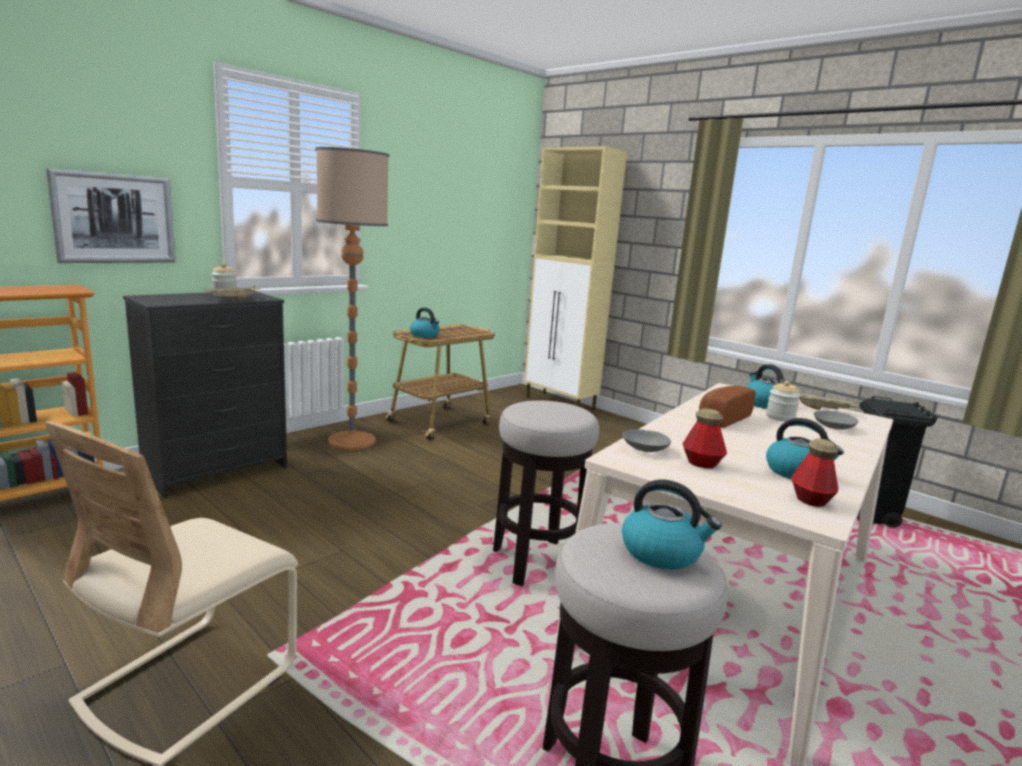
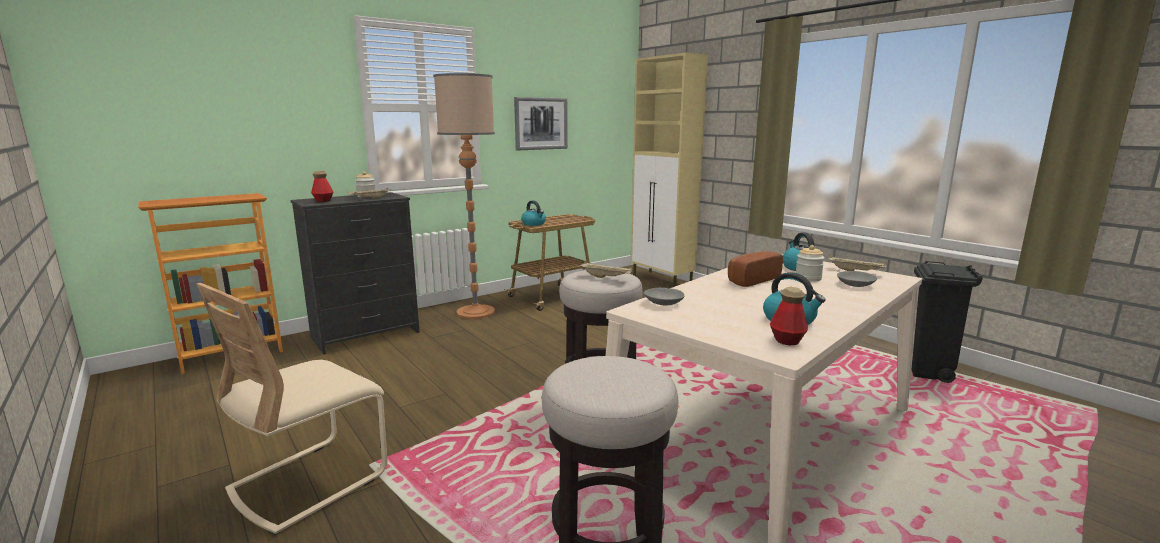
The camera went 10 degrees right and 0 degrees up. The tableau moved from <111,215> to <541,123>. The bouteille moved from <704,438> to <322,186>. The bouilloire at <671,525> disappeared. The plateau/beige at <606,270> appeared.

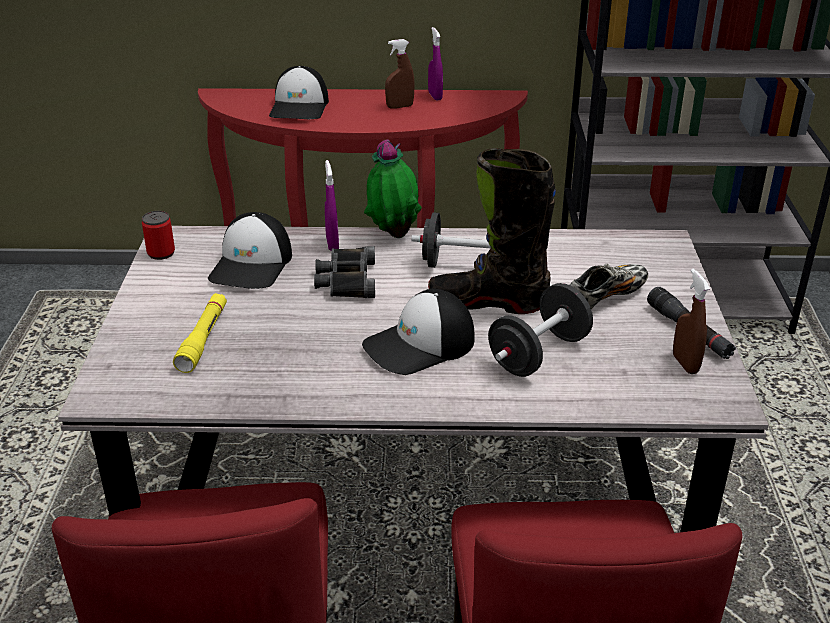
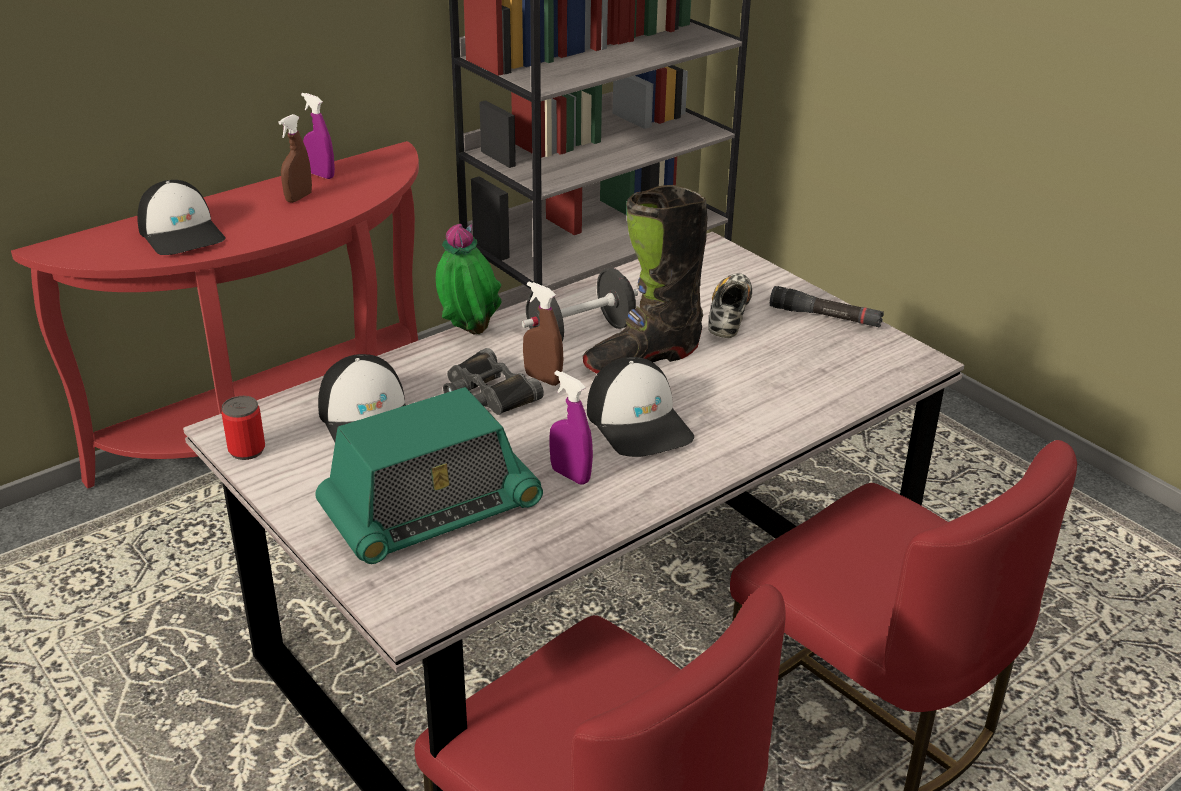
The camera went 40 degrees left and 0 degrees up. The vaporisateur/violet moved from <332,205> to <571,427>. The vaporisateur/marron moved from <691,321> to <543,333>. The haltère/noir at <540,330> disappeared. The casquette at <418,331> turned 45 degrees counterclockwise. The lampe de poche/jaune at <200,333> was replaced by the radio at <429,475>.

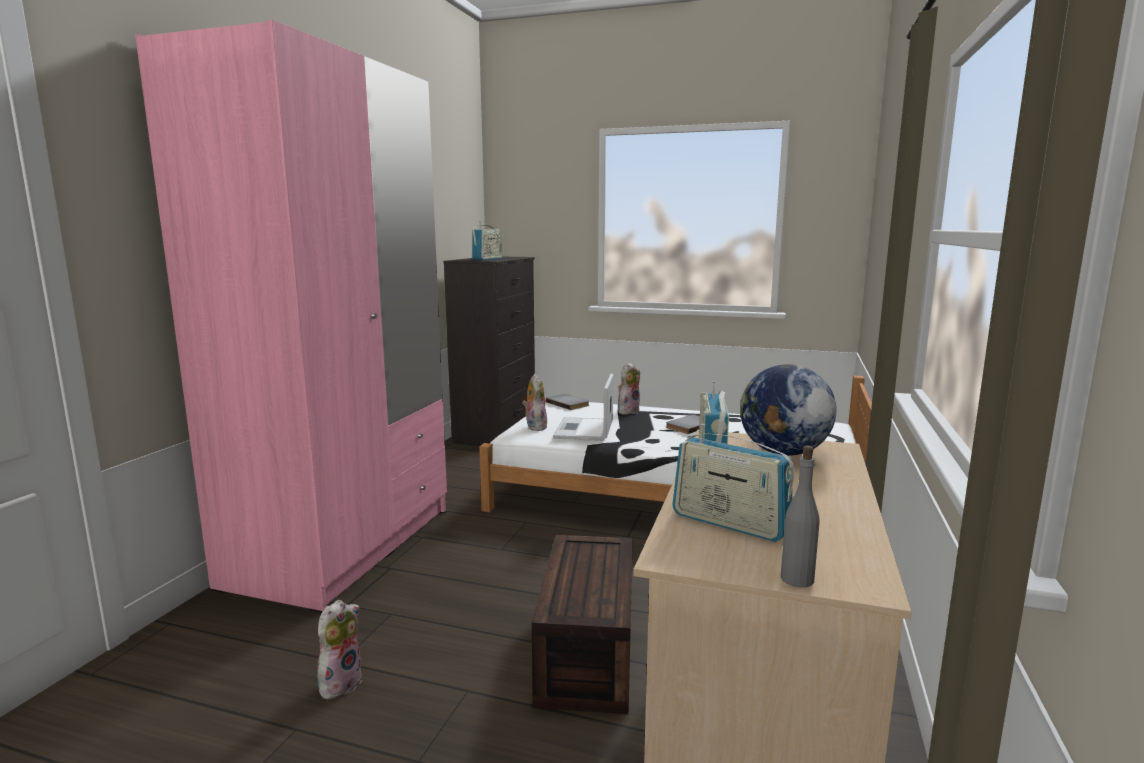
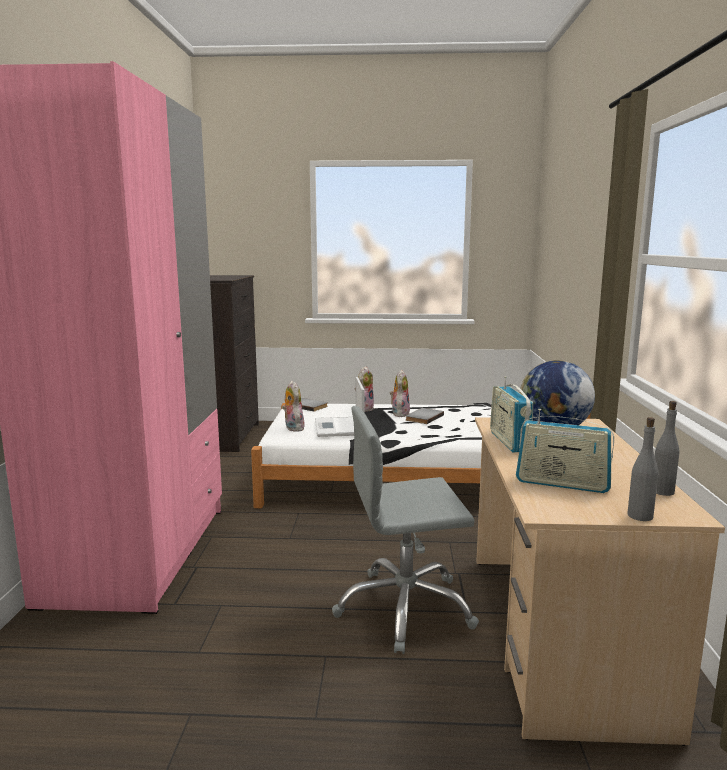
The camera went 15 degrees left and 0 degrees up. The radio at <487,240> disappeared. The boîte de rangement/marron at <582,624> was replaced by the chaise de bureau/gris at <405,530>. The peluche moved from <339,649> to <400,393>. The bouteille/gris at <667,448> appeared.

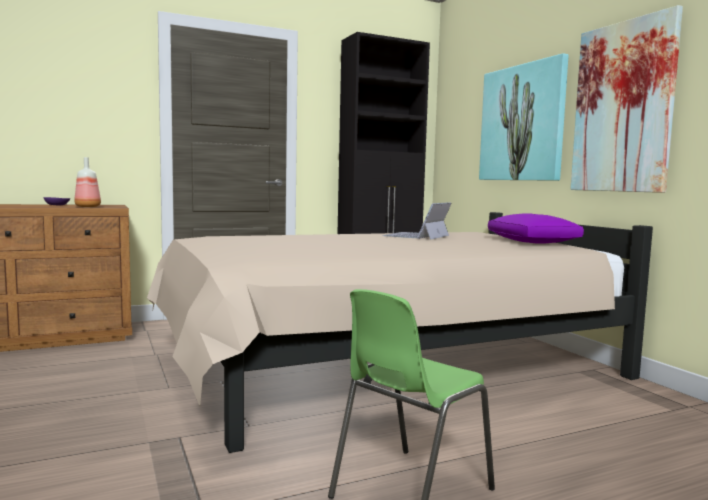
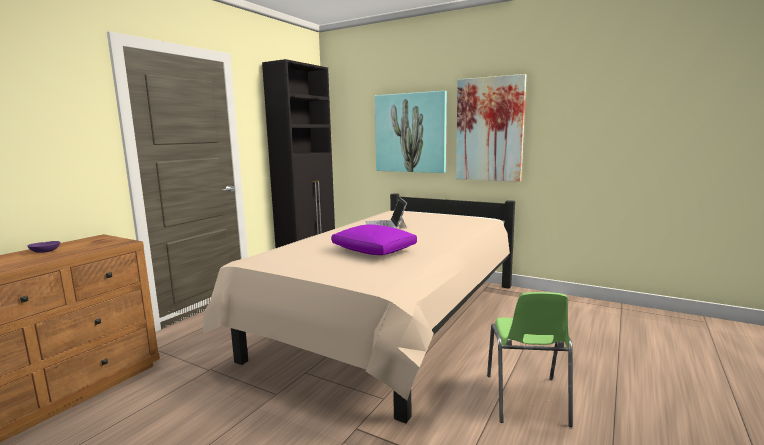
The camera went 35 degrees left and 5 degrees up. The bouteille at <87,182> disappeared. The coussin/violet moved from <536,229> to <374,239>.

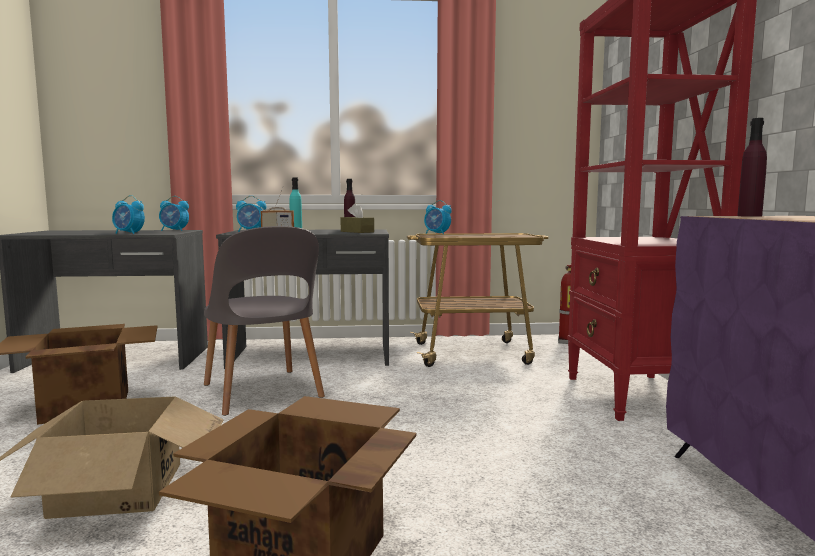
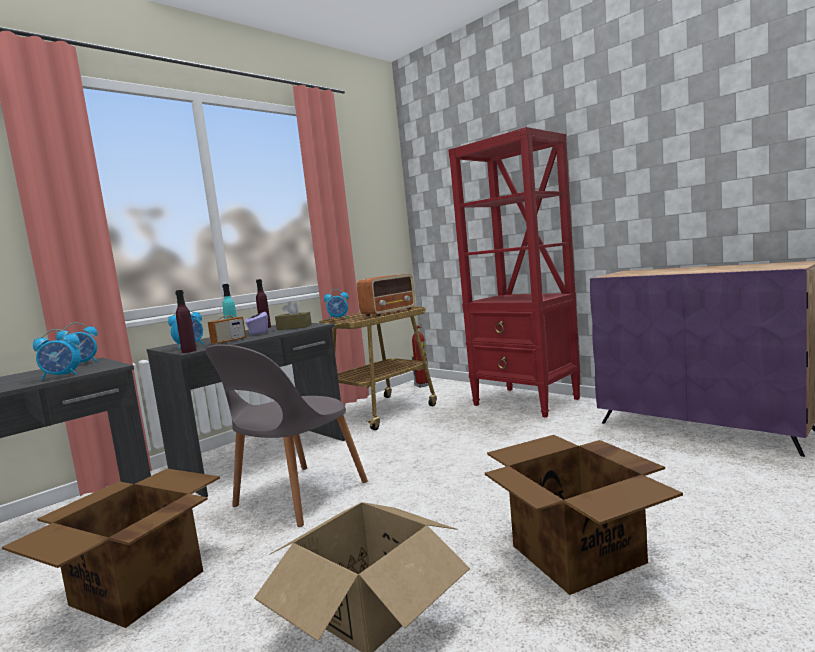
The camera went 40 degrees left and 0 degrees up. The bouteille/violet moved from <752,167> to <186,321>. The chaise/gris at <264,321> turned 105 degrees clockwise. The radio at <386,295> appeared. The boîte à mouchoirs/violet at <256,321> appeared.

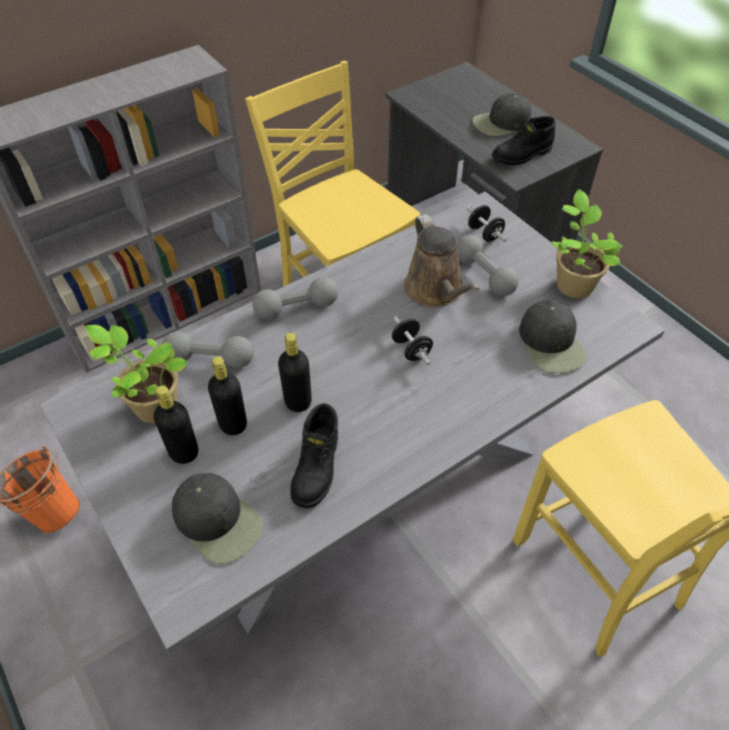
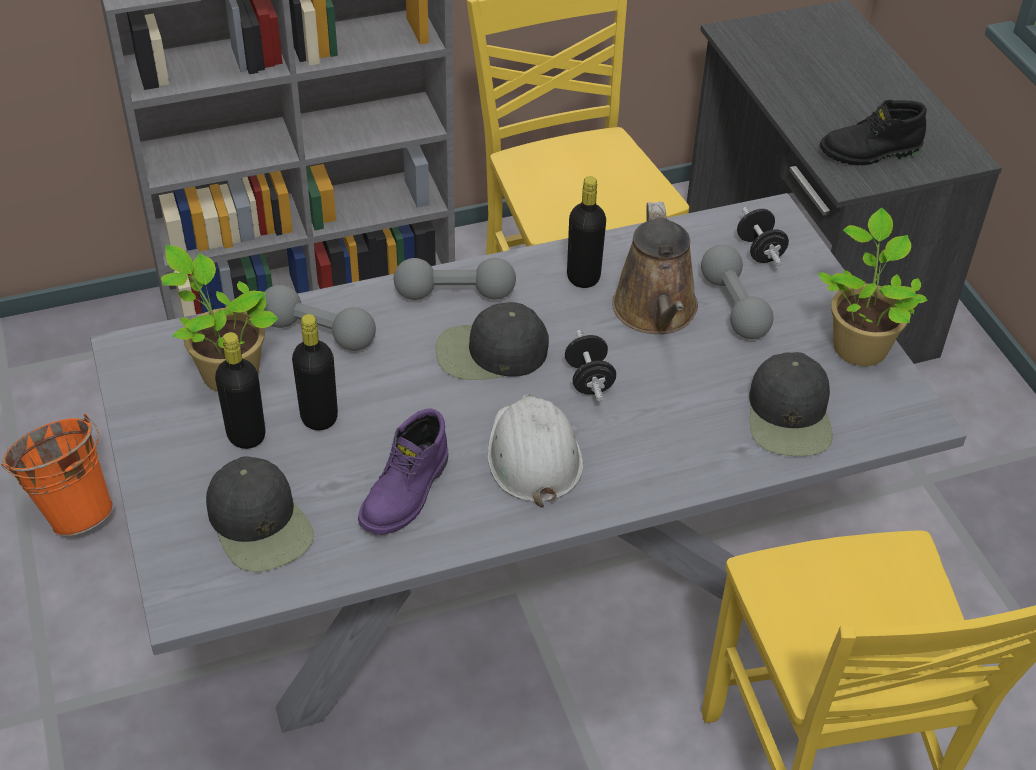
The camera went 15 degrees right and 5 degrees down. The casquette/noir moved from <502,114> to <492,341>. The bouteille/noir moved from <295,372> to <586,232>. The botte/noir at <314,455> became the botte/violet at <403,471>. The casque de chantier/blanc at <535,451> appeared.

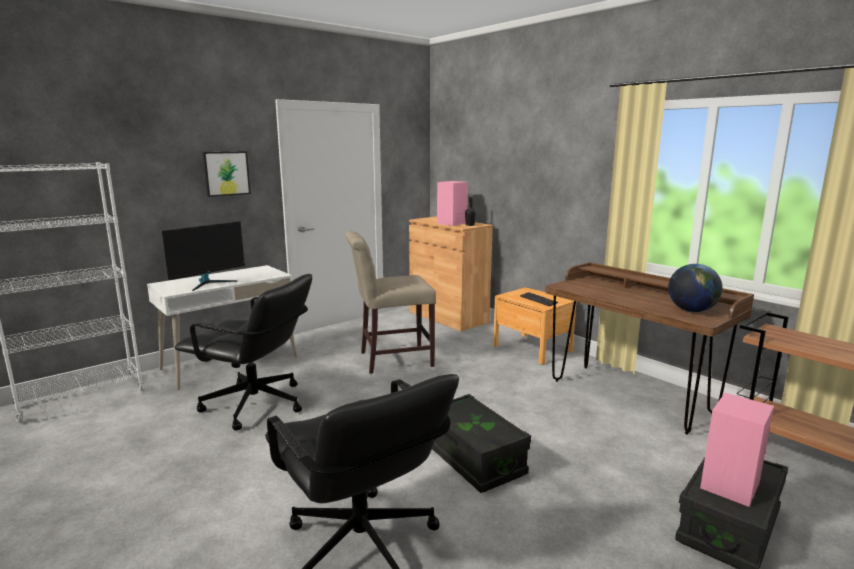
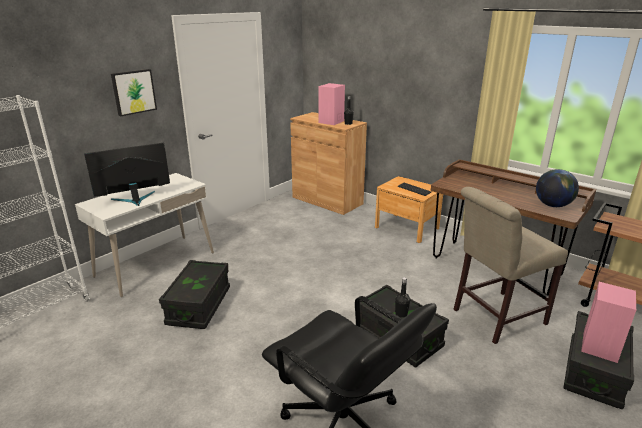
The camera went 10 degrees left and 10 degrees up. The écran d'ordinateur at <203,256> turned 150 degrees counterclockwise. The chaise/beige moved from <390,302> to <511,265>. The chaise de bureau/noir at <243,352> was replaced by the boîte de rangement/noir at <194,294>. The bouteille/noir at <402,297> appeared.

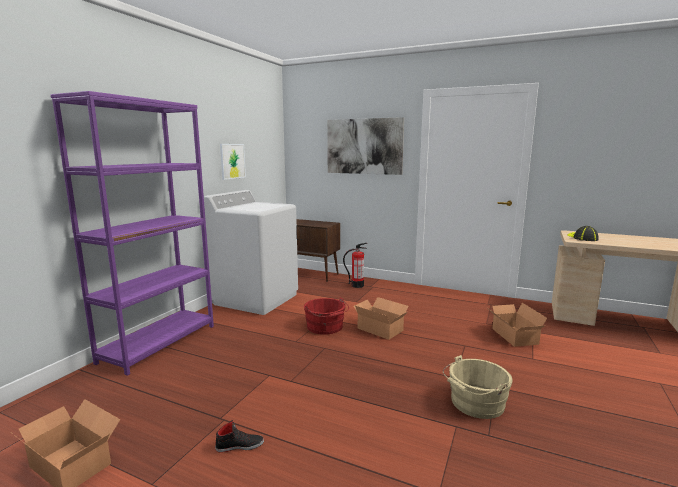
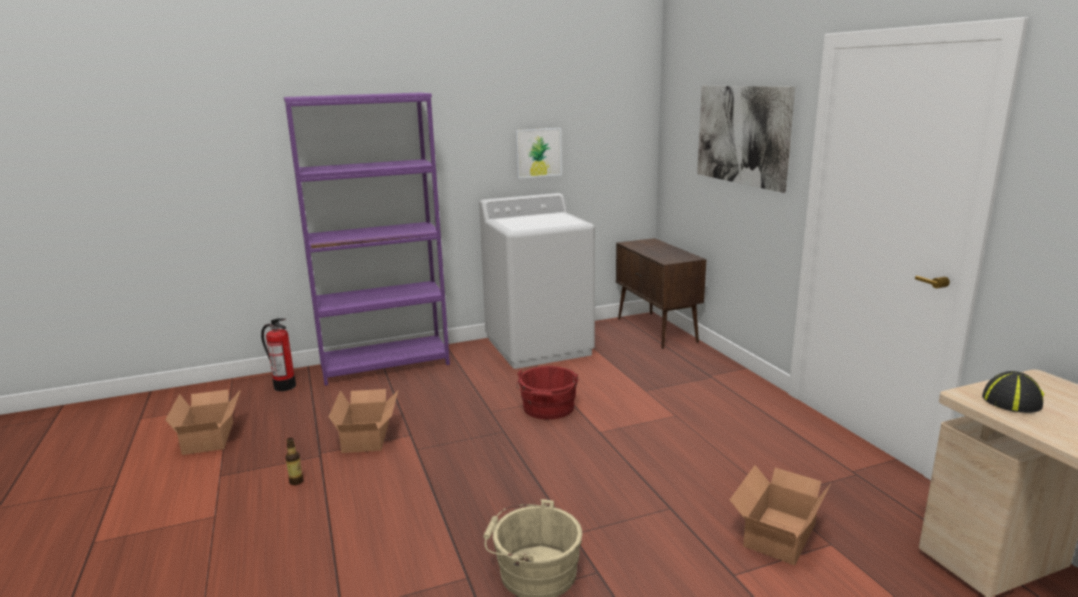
The camera went 45 degrees right and 5 degrees up. The extincteur moved from <355,265> to <278,354>. The carton moved from <381,318> to <363,421>. The chaussure/noir at <239,436> was replaced by the bouteille at <294,461>.

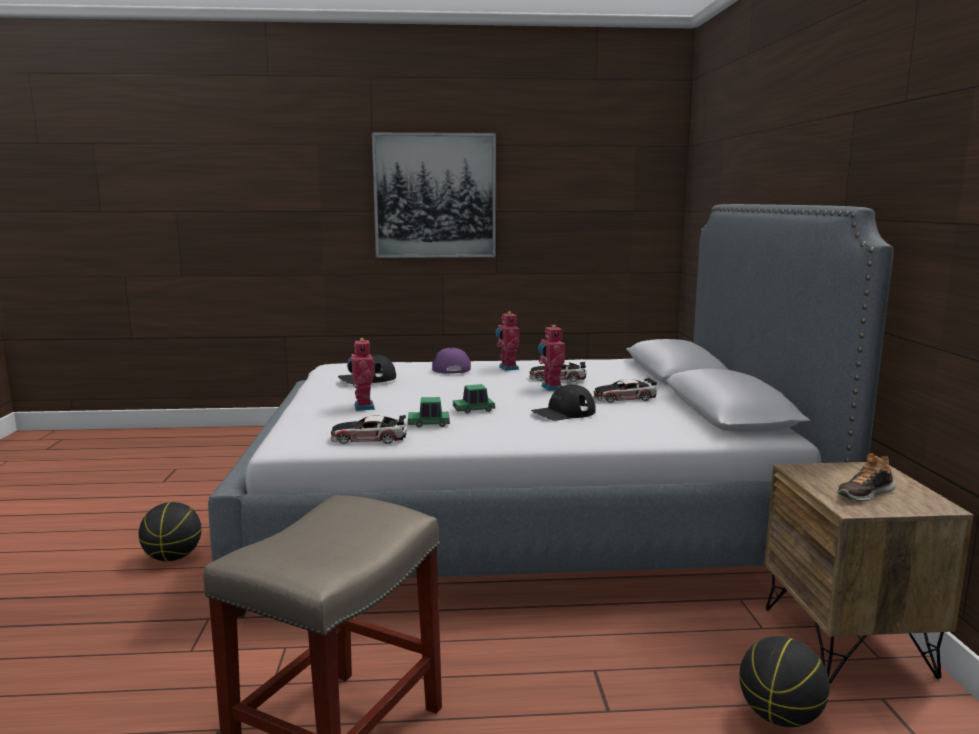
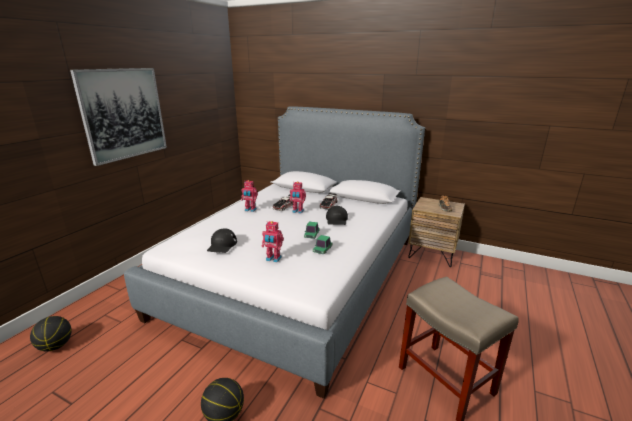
The camera went 60 degrees left and 10 degrees up. The casquette/violet at <451,361> disappeared. The petite voiture at <369,429> disappeared. The ballon de basket moved from <784,681> to <51,333>.

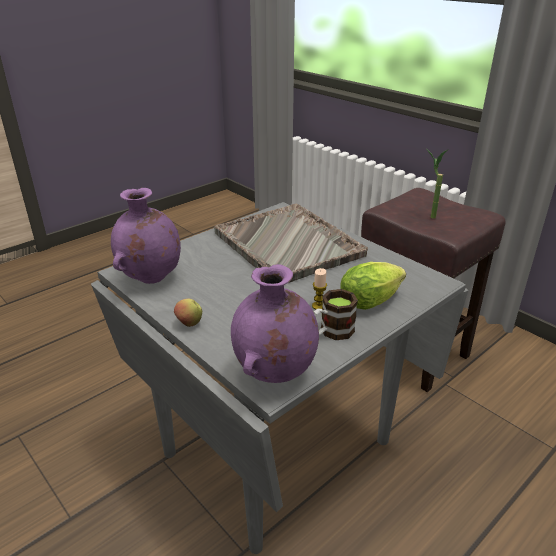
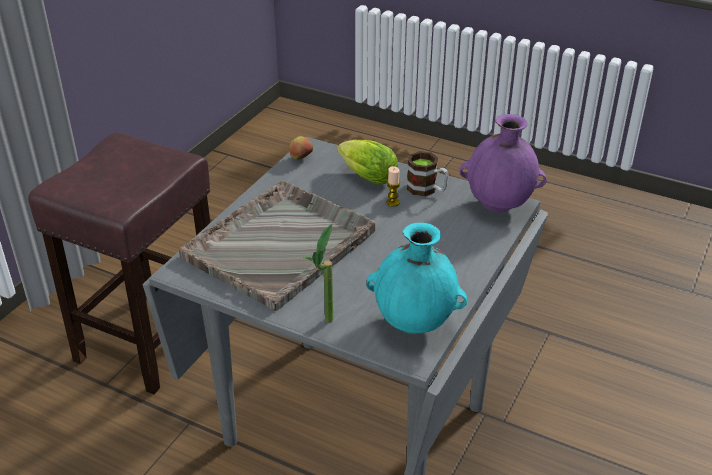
The camera went 110 degrees left and 5 degrees up. The plante en pot moved from <437,184> to <318,273>. The vase/violet at <146,236> became the vase/turquoise at <416,278>. The pomme moved from <188,313> to <301,148>.

